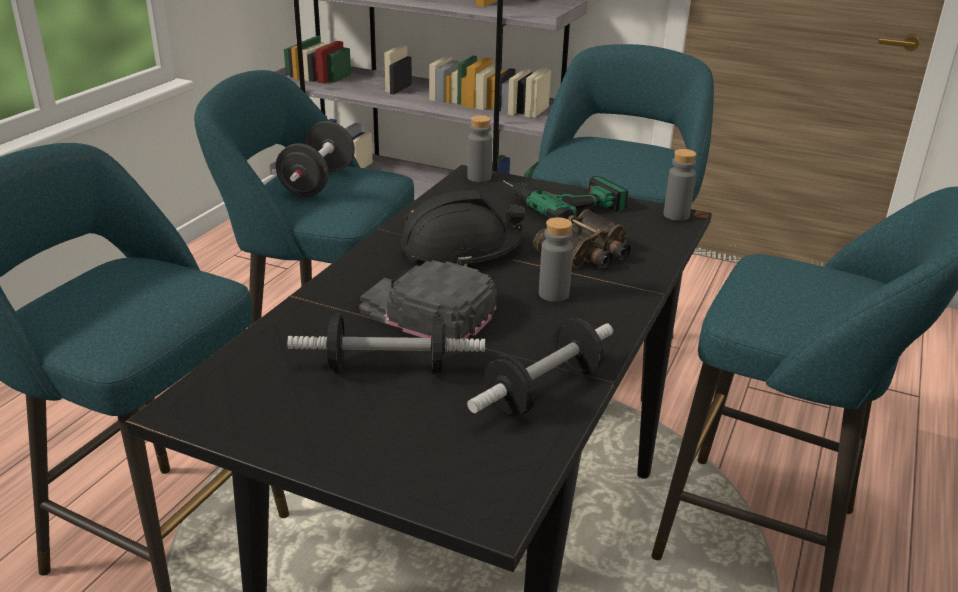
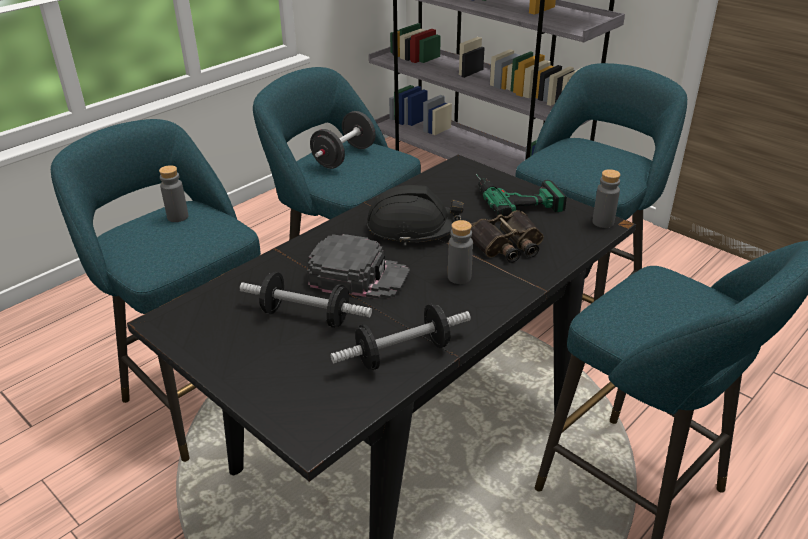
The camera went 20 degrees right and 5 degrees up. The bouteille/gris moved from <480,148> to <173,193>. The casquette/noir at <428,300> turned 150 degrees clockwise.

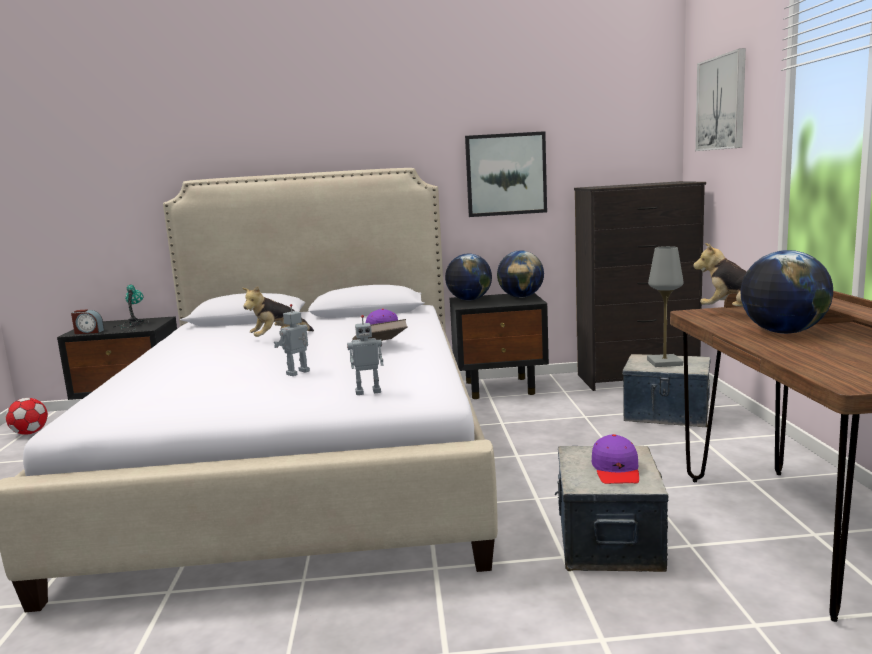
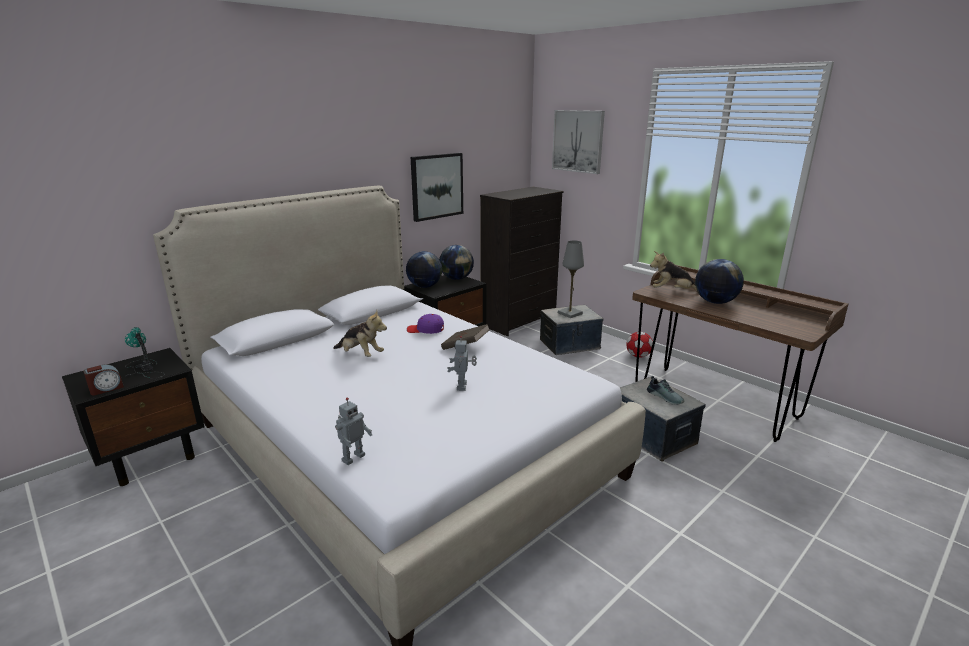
The camera went 40 degrees left and 10 degrees up. The peluche at <278,311> turned 75 degrees counterclockwise. The robot jouet moved from <365,355> to <353,431>. The ballon de foot moved from <27,416> to <639,345>. The casquette/violet at <615,459> was replaced by the chaussure at <665,390>.

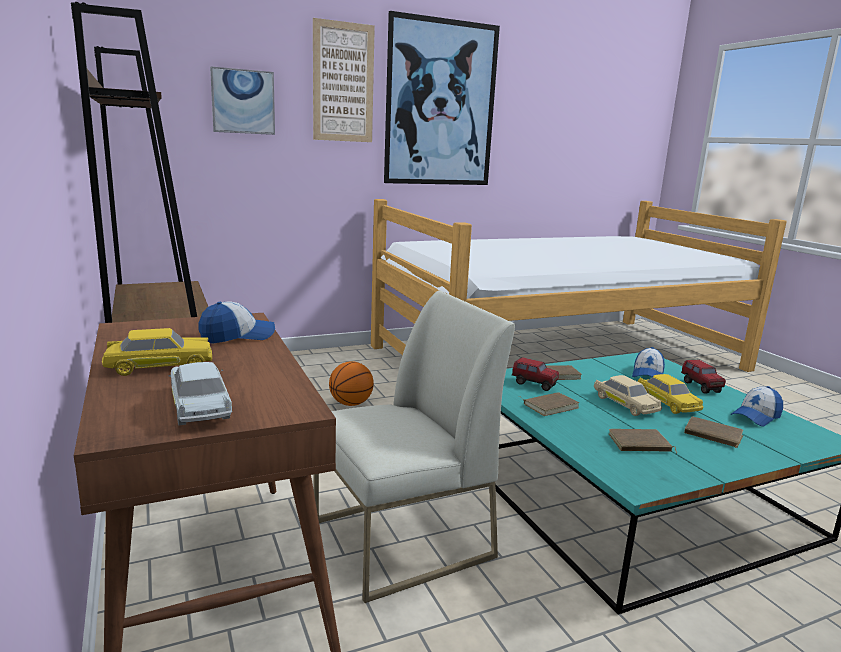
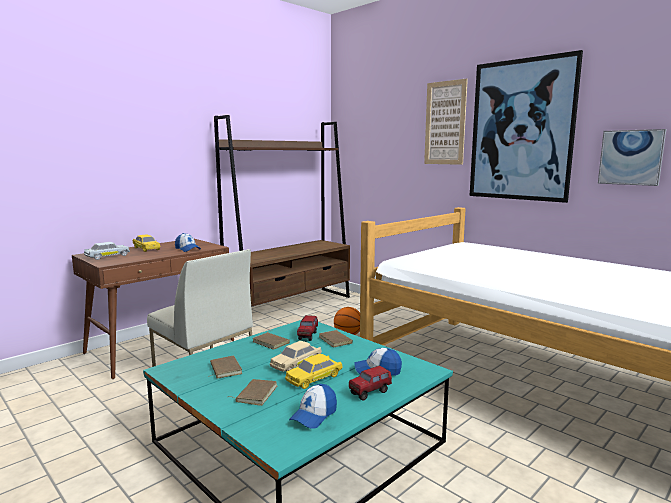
The camera went 70 degrees right and 5 degrees down. The tableau moved from <242,100> to <632,157>. The casquette at <757,406> turned 90 degrees counterclockwise.

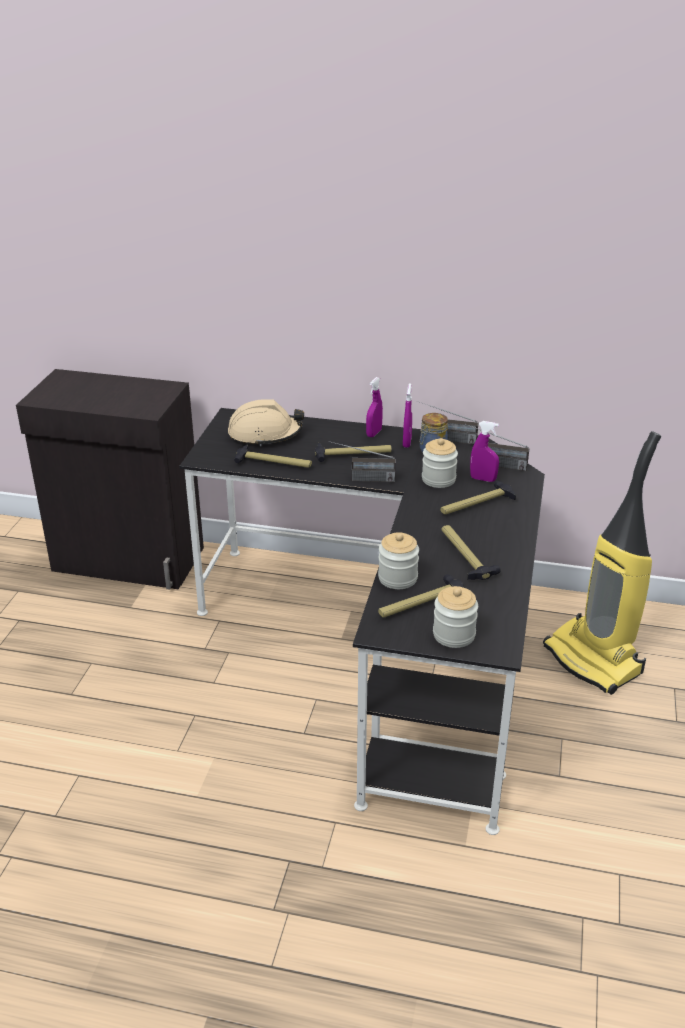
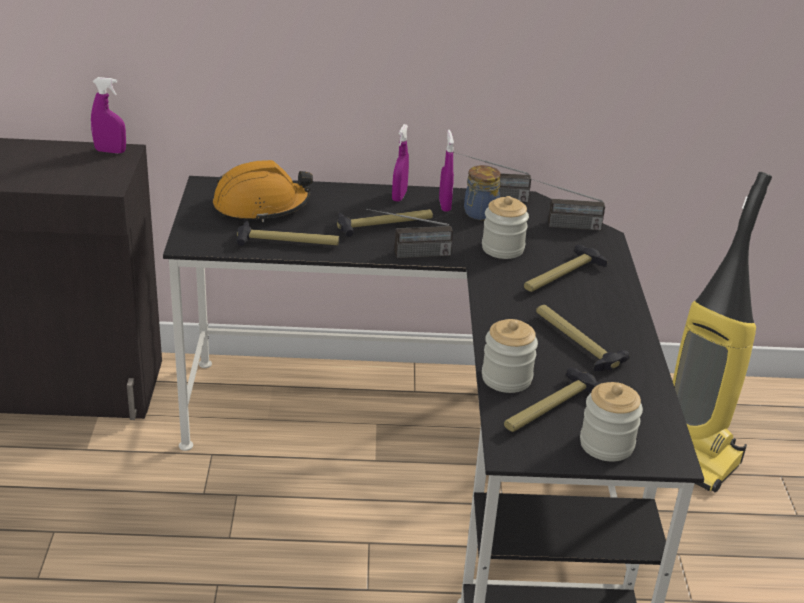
The camera went 15 degrees left and 0 degrees up. The casque de chantier/beige at <266,423> became the casque de chantier/orange at <263,191>. The vaporisateur/violet moved from <484,451> to <108,115>.

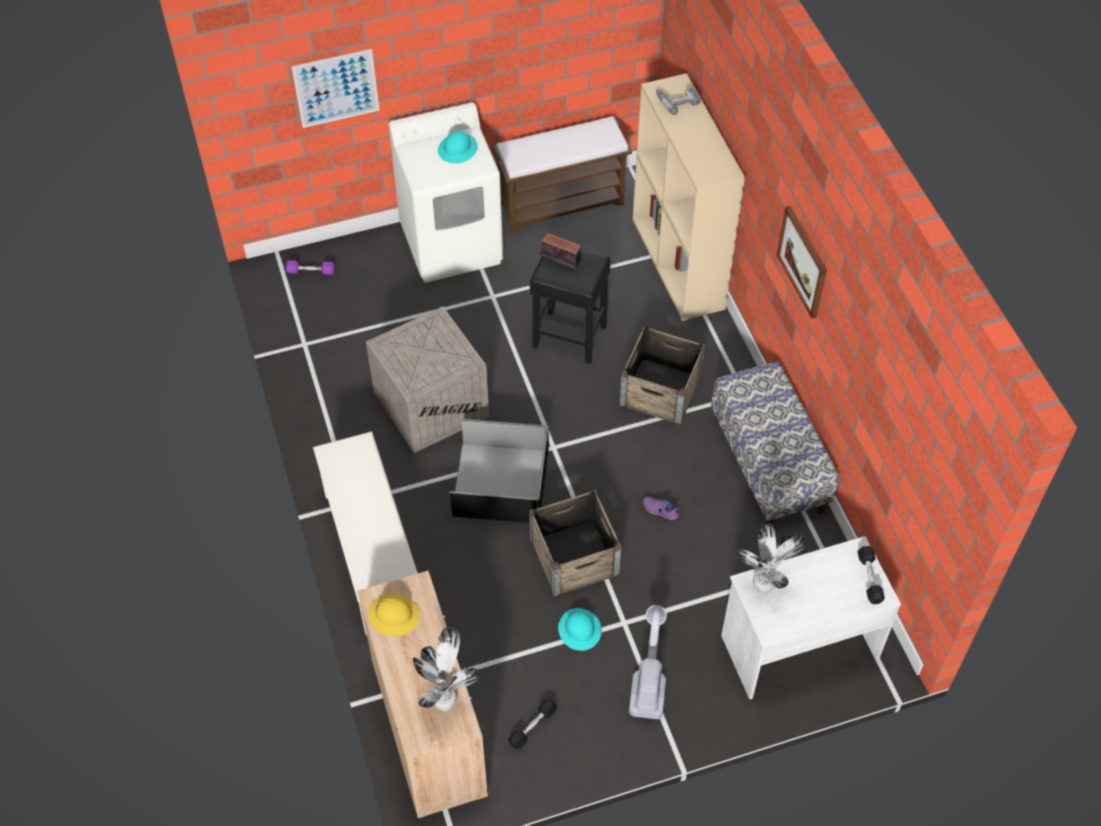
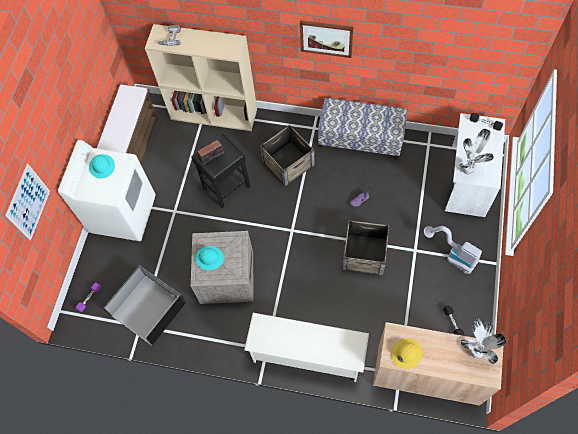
The camera went 55 degrees left and 10 degrees up. The boîte de rangement/noir moved from <499,471> to <145,305>. The casque de chantier/turquoise moved from <580,629> to <209,258>.

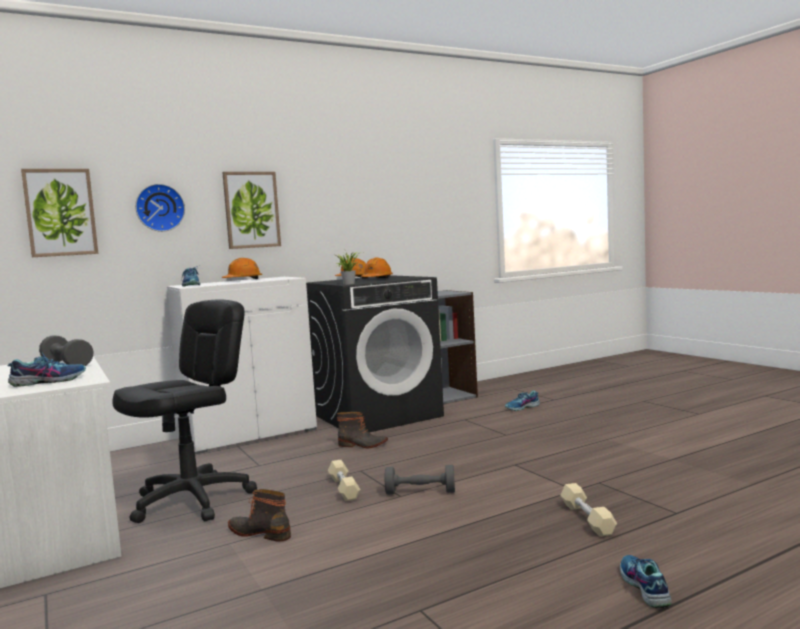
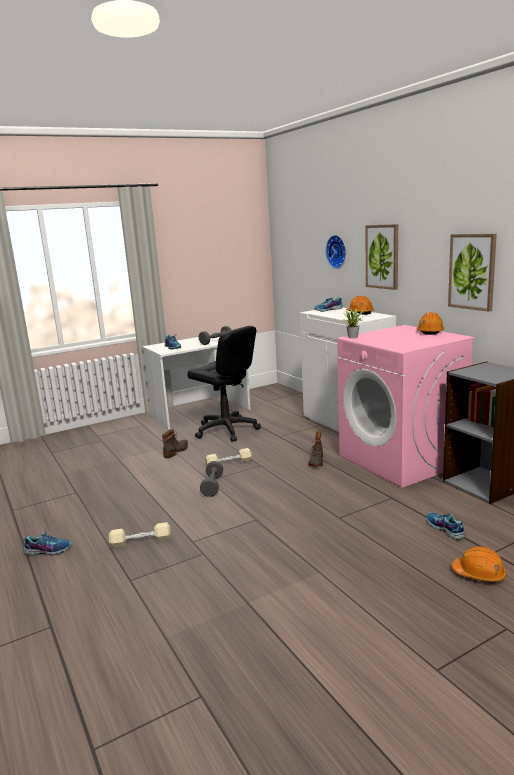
The camera went 90 degrees right and 10 degrees up. The tableau moved from <59,213> to <472,273>. The casque de chantier/orange moved from <377,267> to <479,564>. The lave-linge/noir at <375,353> became the lave-linge/rose at <406,406>.

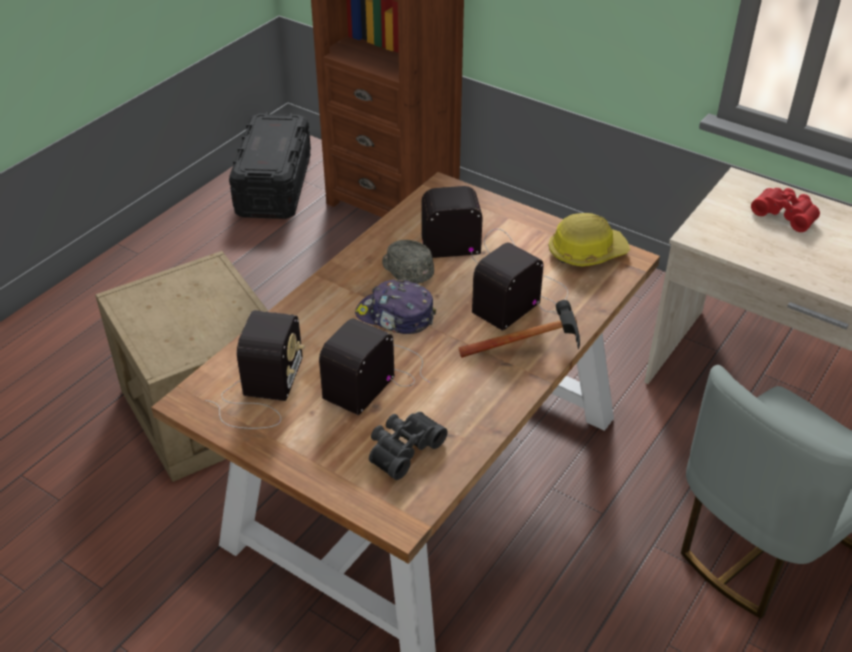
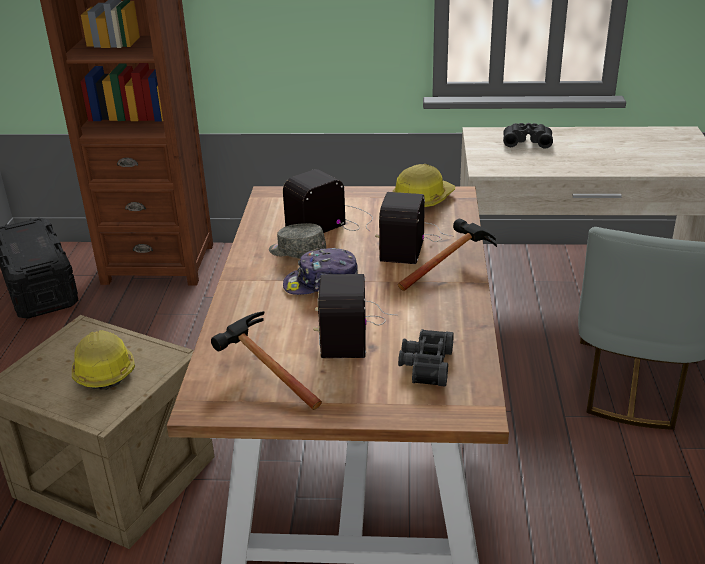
The camera went 30 degrees left and 10 degrees down. The jumelles/rouge at <785,210> became the jumelles/noir at <528,135>. The radio at <255,369> was replaced by the marteau at <266,360>. The casque de chantier at <103,360> appeared.

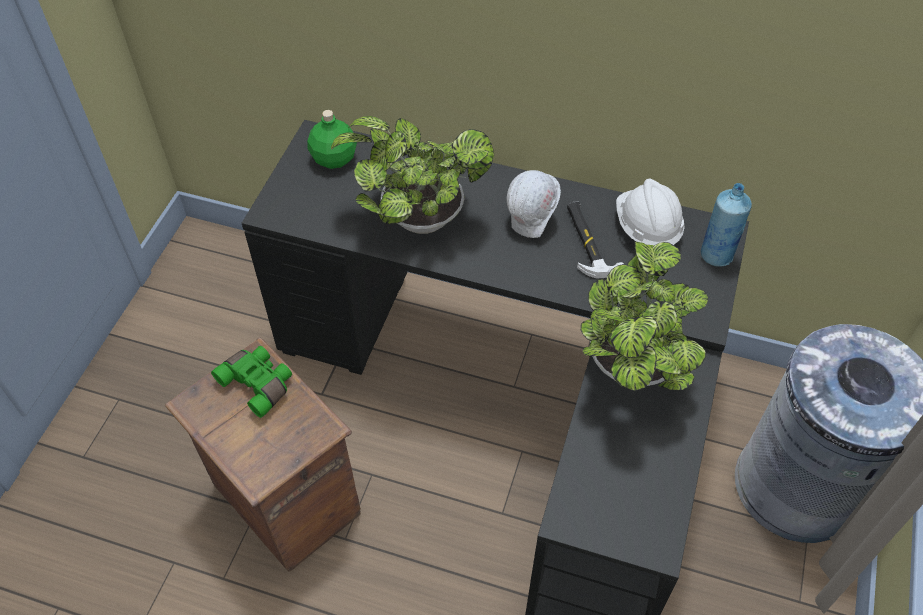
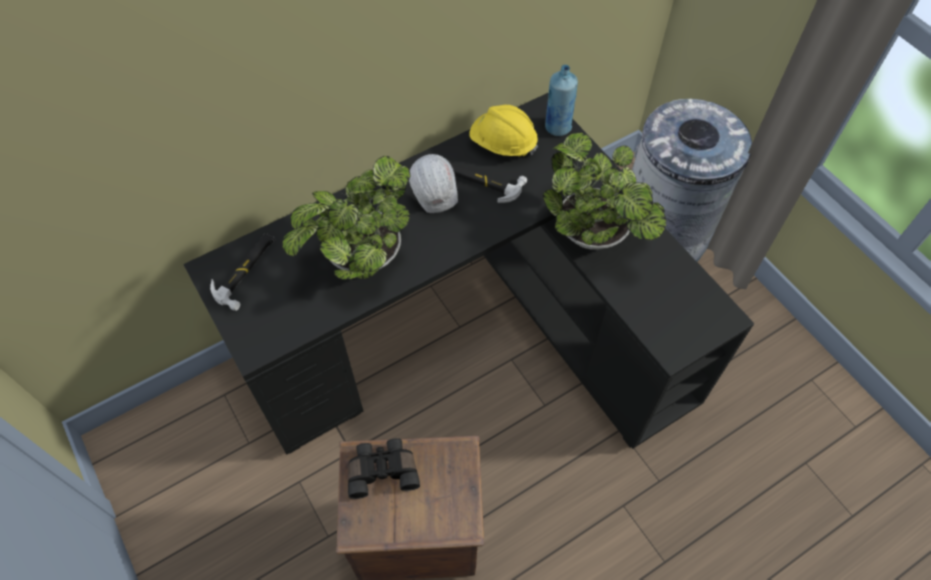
The camera went 50 degrees left and 5 degrees up. The bouteille/vert at <332,139> was replaced by the marteau at <242,272>. The casque de chantier/blanc at <650,212> became the casque de chantier/jaune at <503,131>. The jumelles/vert at <251,382> became the jumelles/noir at <384,468>.

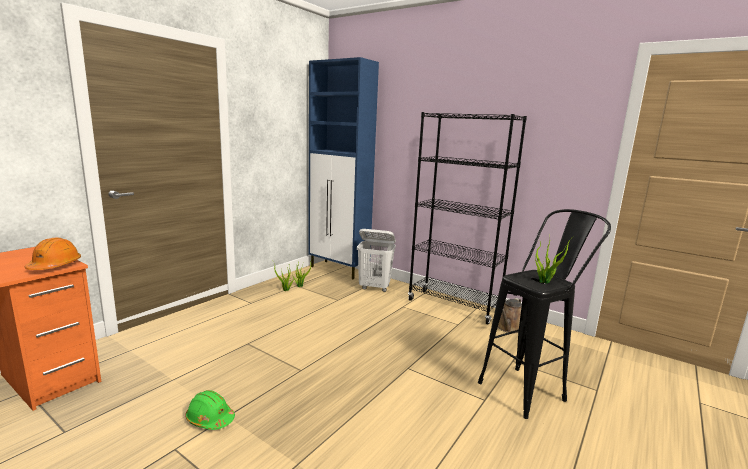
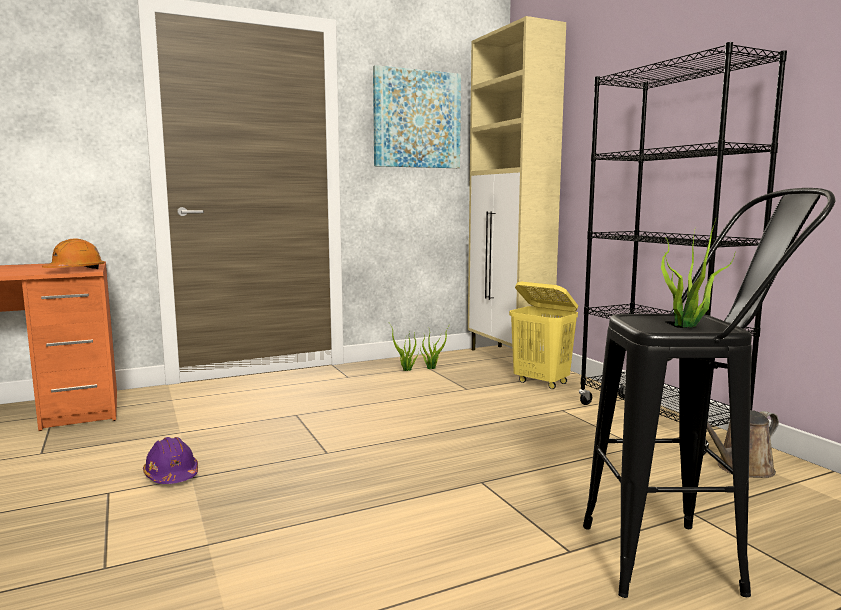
The camera went 30 degrees right and 5 degrees down. The meuble de rangement/bleu at <343,168> became the meuble de rangement/beige at <517,183>. The panier à linge/blanc at <376,260> became the panier à linge/jaune at <543,335>. The casque de chantier/vert at <210,410> became the casque de chantier/violet at <170,460>. The tableau at <417,116> appeared.

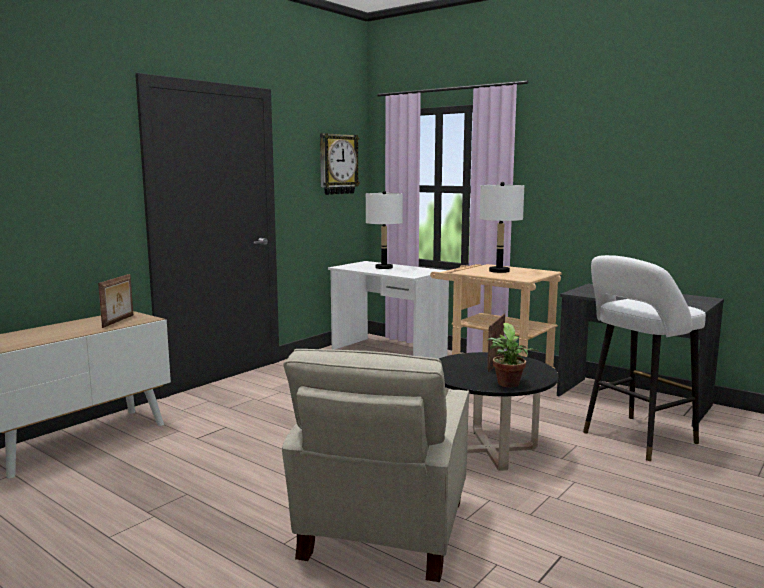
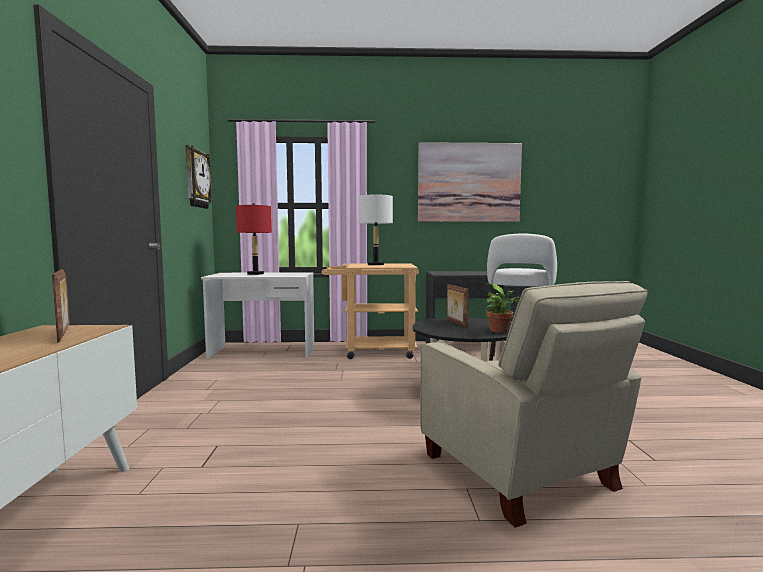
The camera went 40 degrees left and 5 degrees down. The lampe de table/blanc at <384,229> became the lampe de table/rouge at <254,239>. The tableau at <470,182> appeared.

